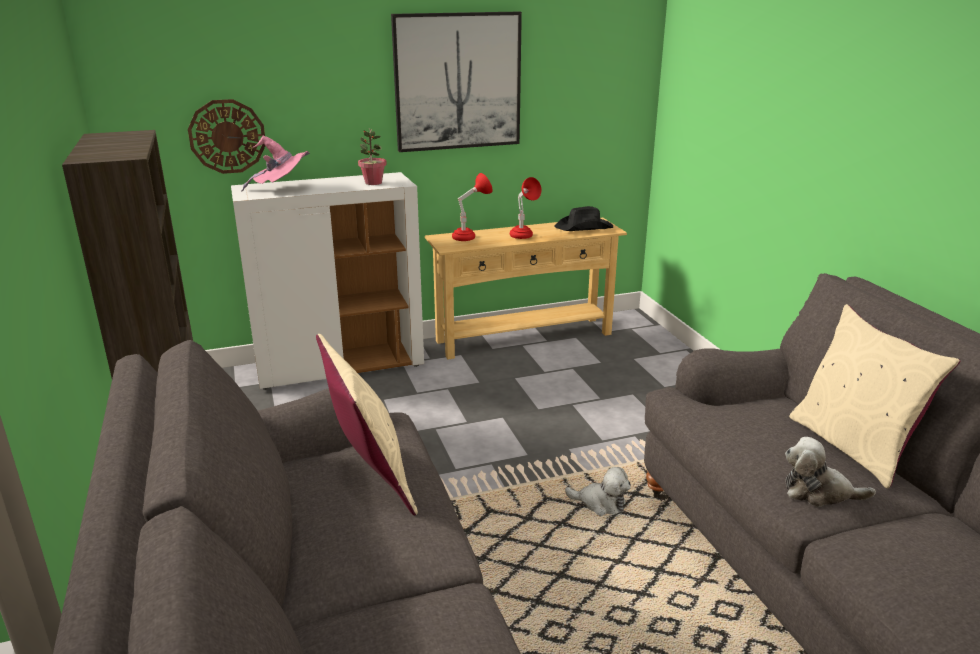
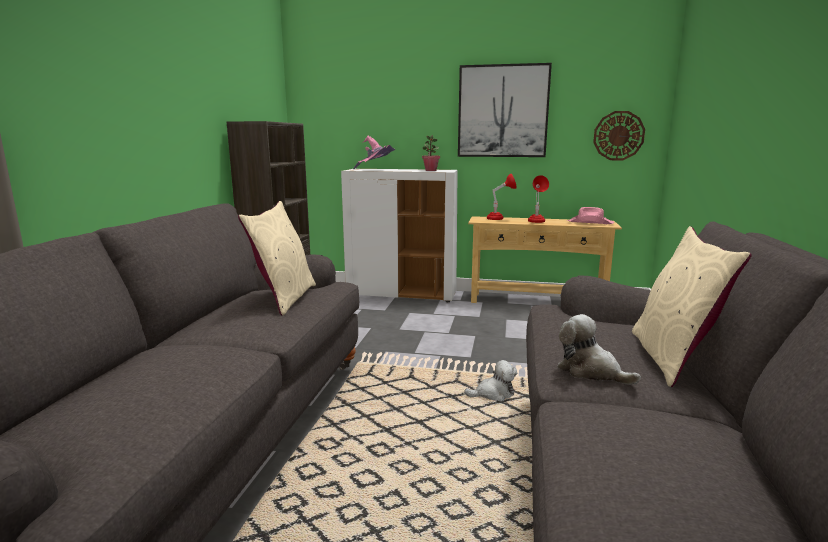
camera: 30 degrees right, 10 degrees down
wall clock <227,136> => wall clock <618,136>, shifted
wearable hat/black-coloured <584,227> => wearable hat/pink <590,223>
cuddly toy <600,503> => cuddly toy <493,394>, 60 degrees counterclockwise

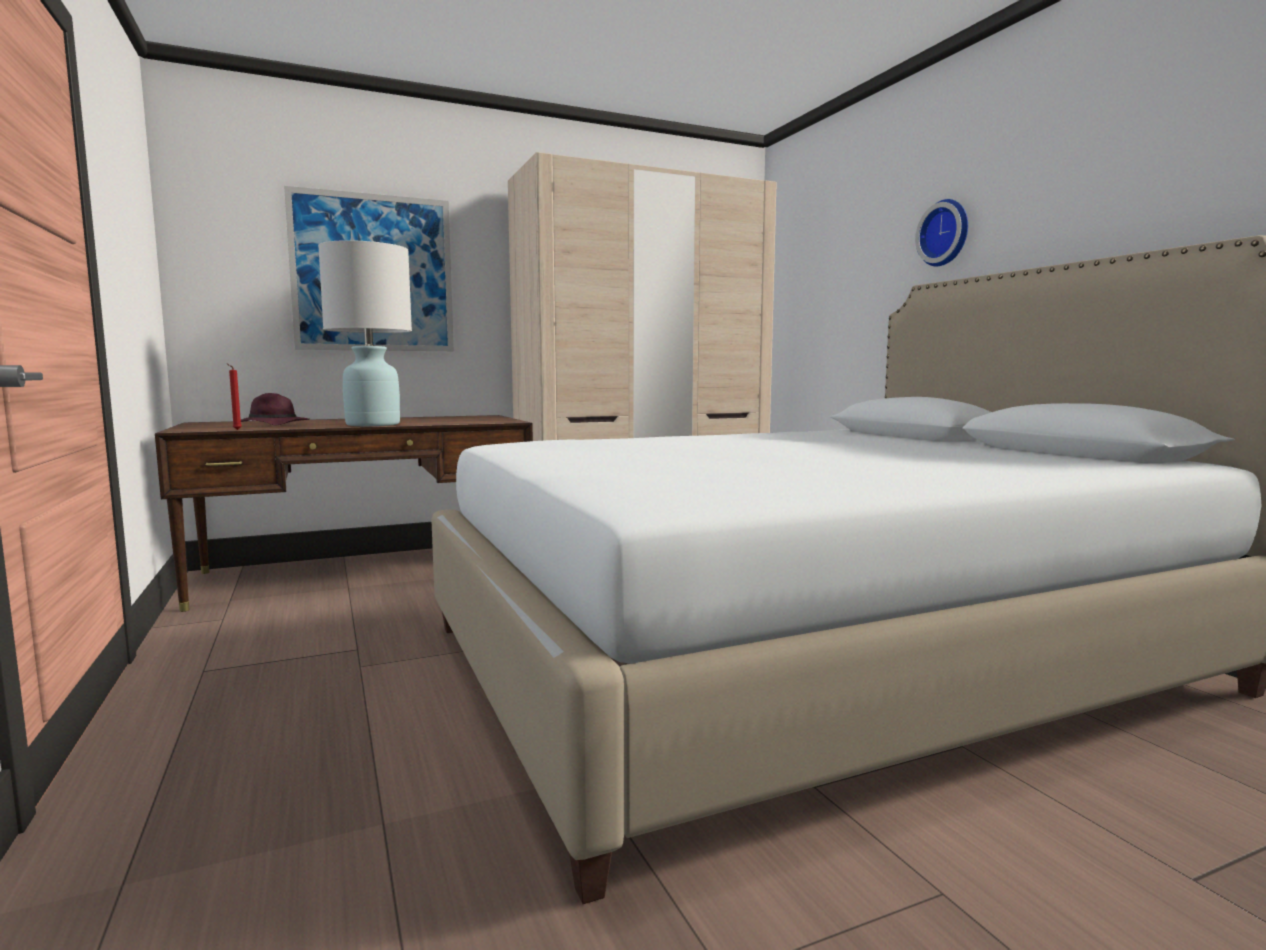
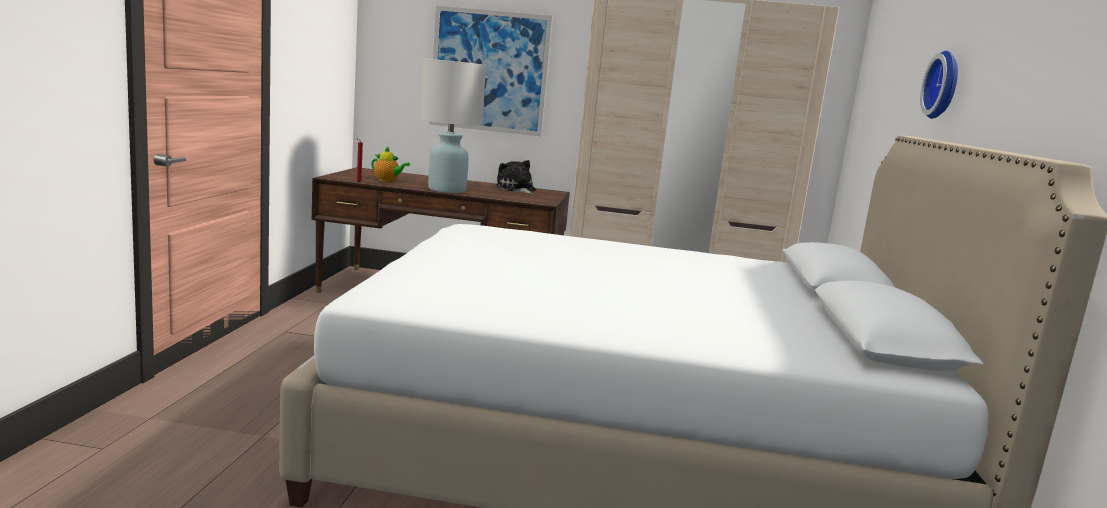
camera: 30 degrees right, 5 degrees up
wearable hat/purple <272,426> => teapot <387,181>
nothing => cuddly toy <516,189>

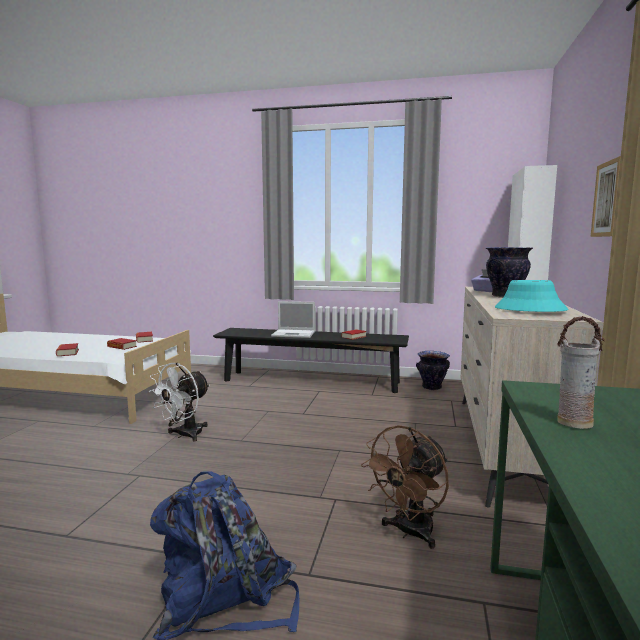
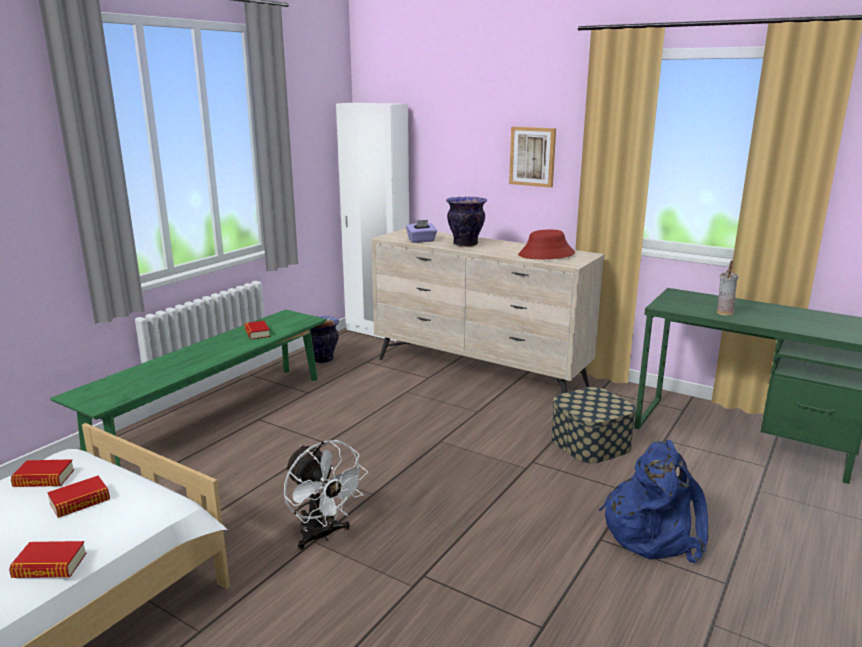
camera: 70 degrees left, 10 degrees up
bench/black-coloured <311,382> => bench/green <215,417>
portable computer <294,334> => nothing
electric fan/brown-coloured <409,533> => storage bin <590,443>
wearable hat/turquoise <529,310> => wearable hat/red-coloured <546,254>

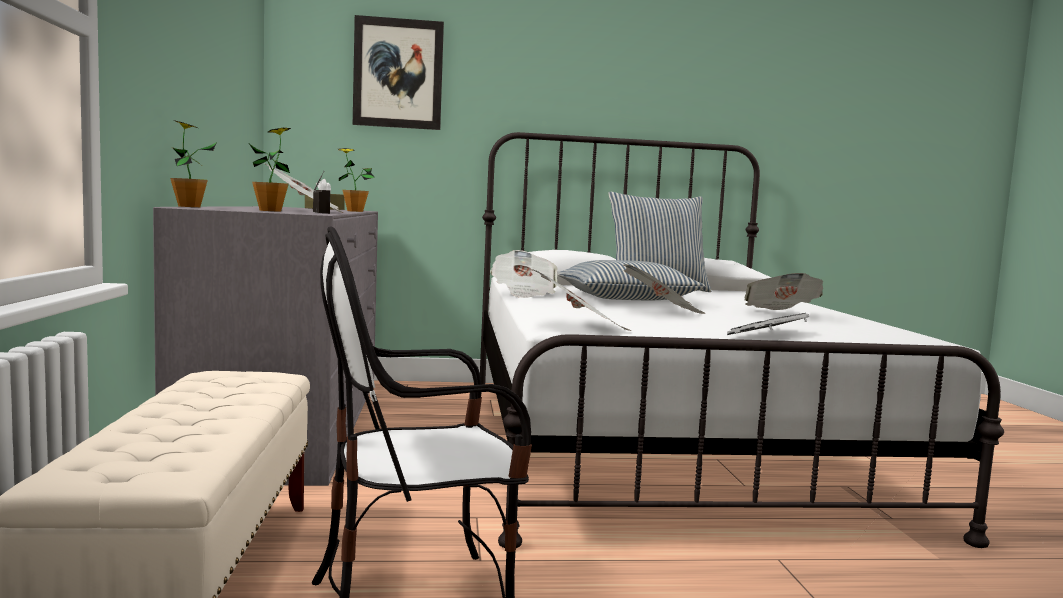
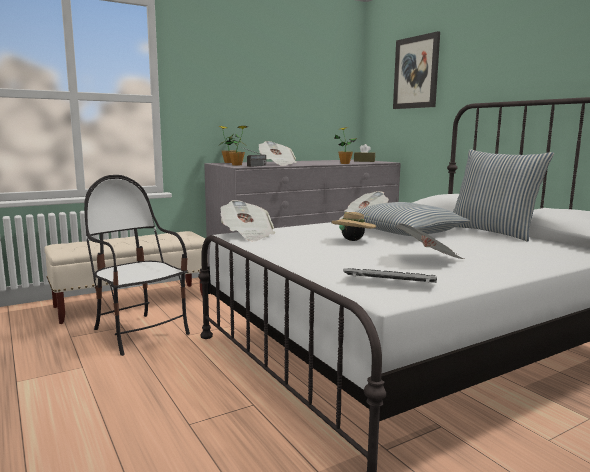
camera: 65 degrees right, 5 degrees up
printed paper <662,312> => wearable hat/beige <353,240>
computer keyboard <769,333> => computer keyboard <389,283>, shifted

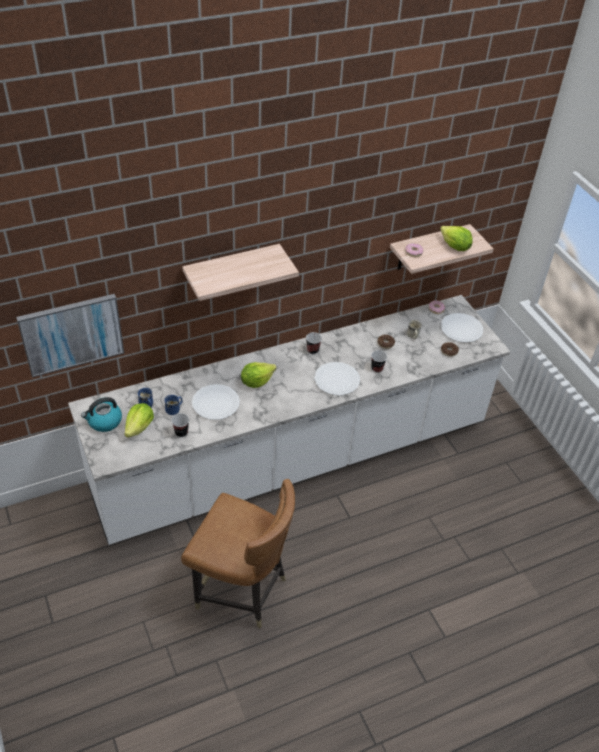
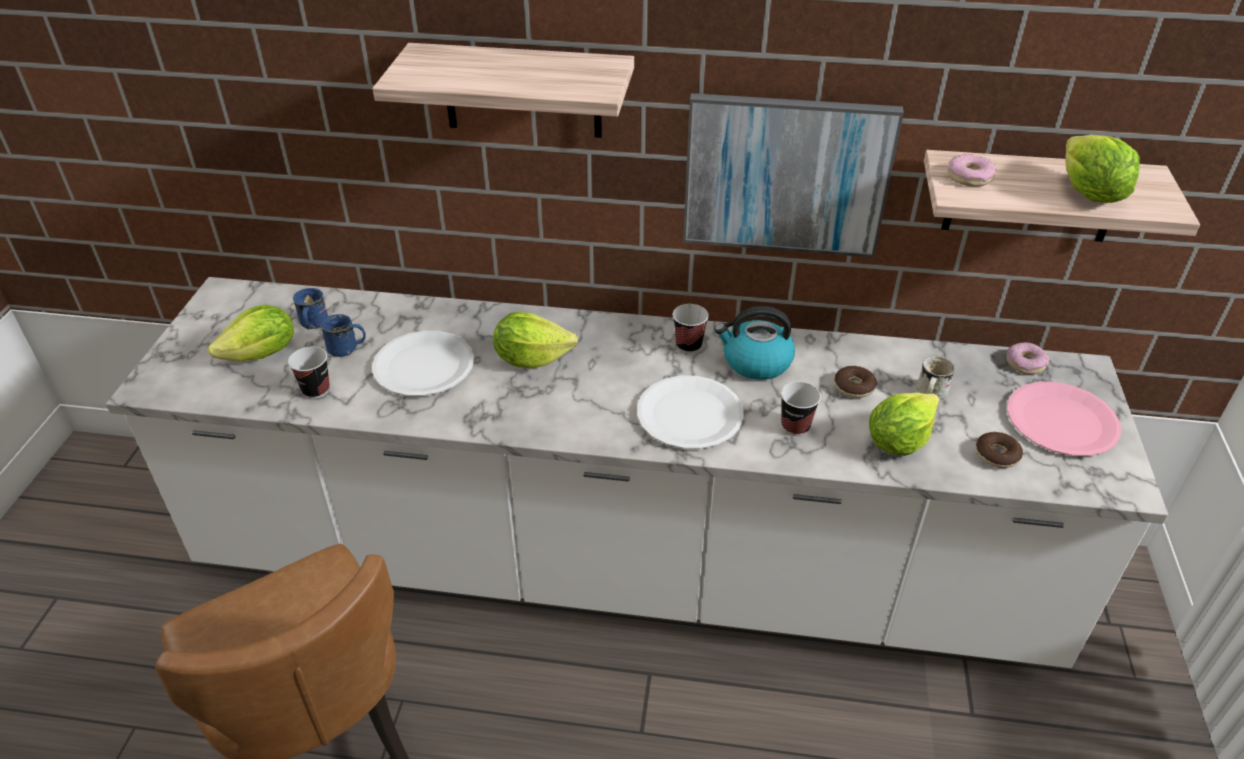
camera: 35 degrees right, 5 degrees down
wall art <72,334> => wall art <786,175>, shifted
kettle <104,422> => kettle <755,362>, shifted
dinner plate/whitish <461,329> => dinner plate/pink <1061,421>
nothing => head of lettuce <898,441>

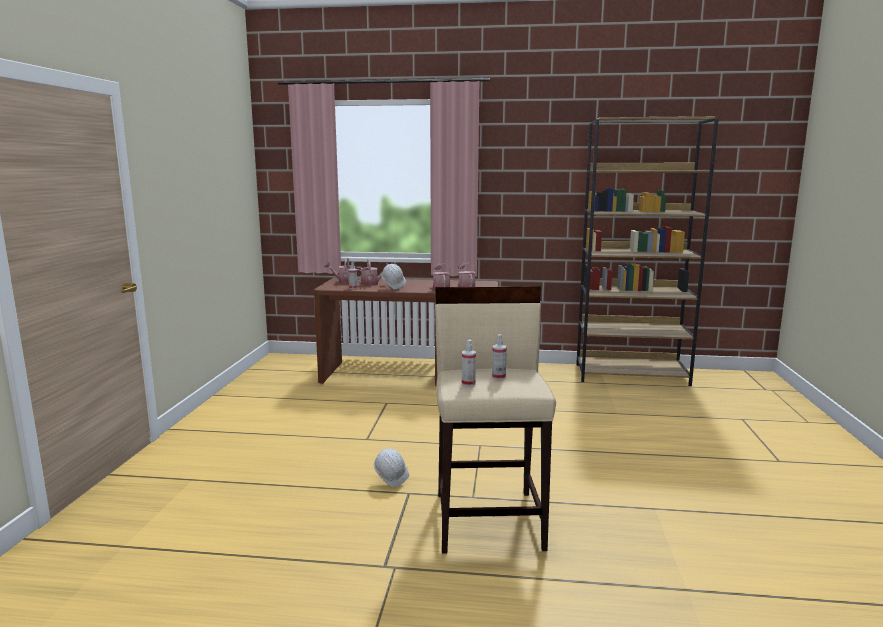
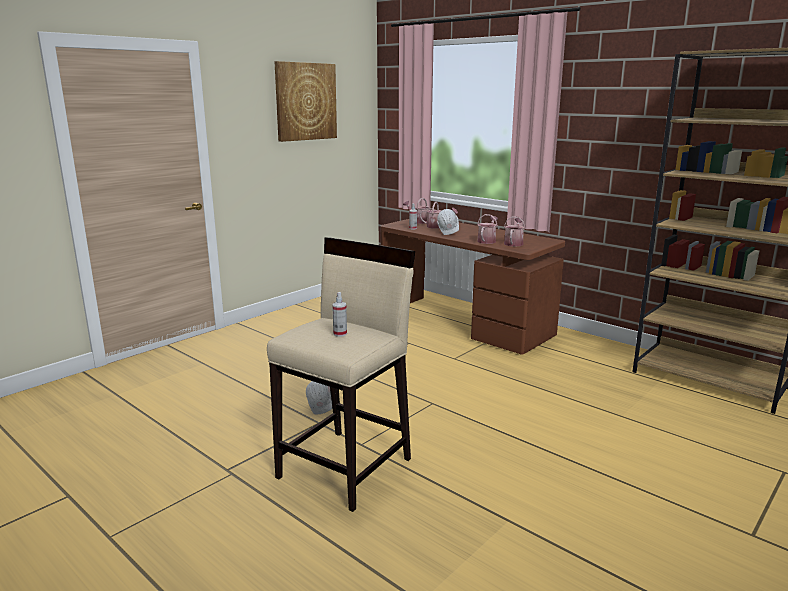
camera: 35 degrees right, 5 degrees up
hand sprayer <468,383> => nothing
nothing => wall art <305,101>

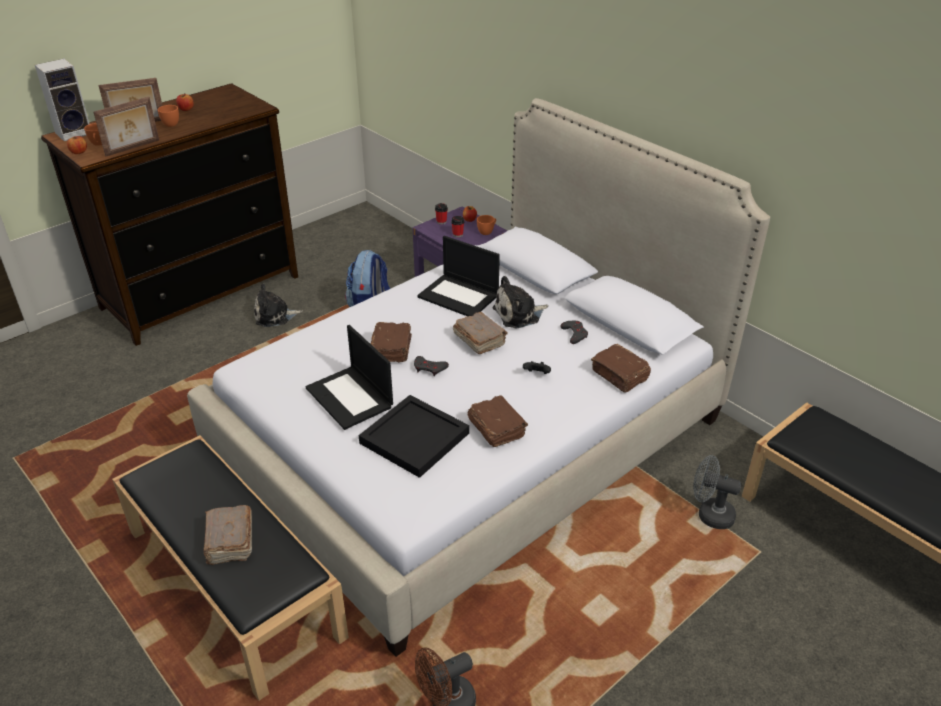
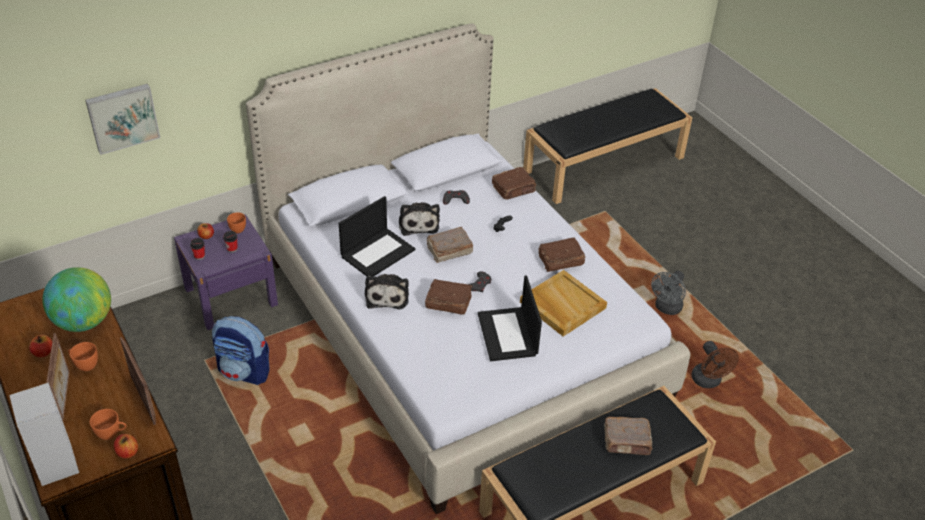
camera: 80 degrees left, 5 degrees up
cuddly toy <275,316> => cuddly toy <387,295>, shifted
portable computer <350,397> => portable computer <508,335>, 105 degrees clockwise
serving tray/black-coloured <414,437> => serving tray/beige <562,305>
electric fan/grey <709,514> => electric fan/grey <666,308>, shifted
nothing => world globe <84,321>
nothing => wall art <122,117>

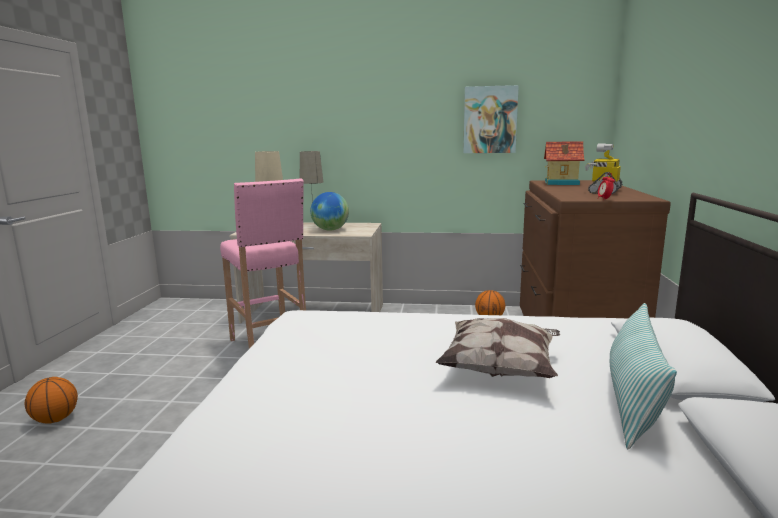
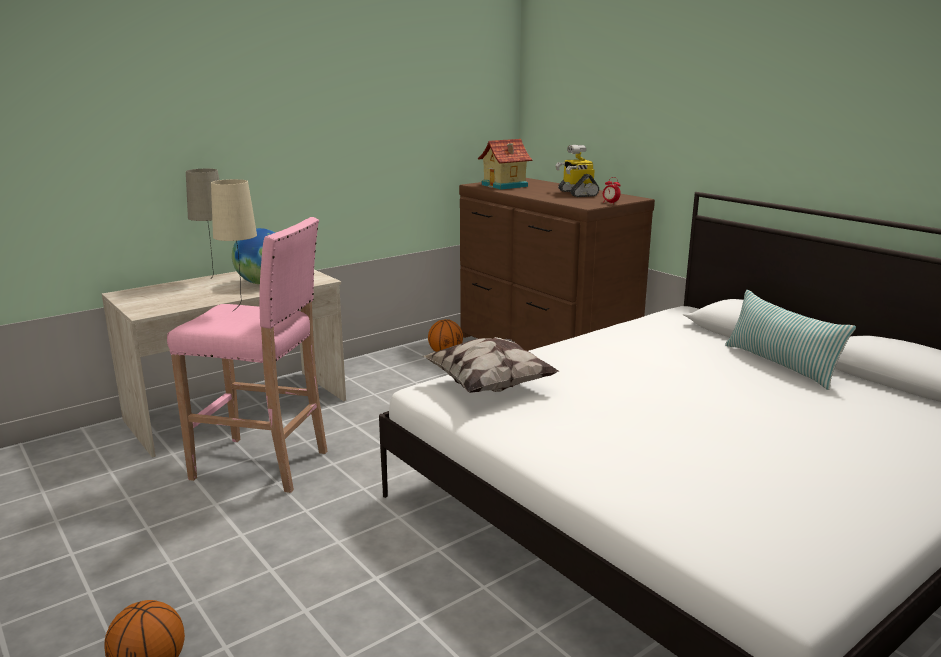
camera: 45 degrees left, 5 degrees up
pillow <500,369> => pillow <490,385>, shifted
wall art <490,120> => nothing

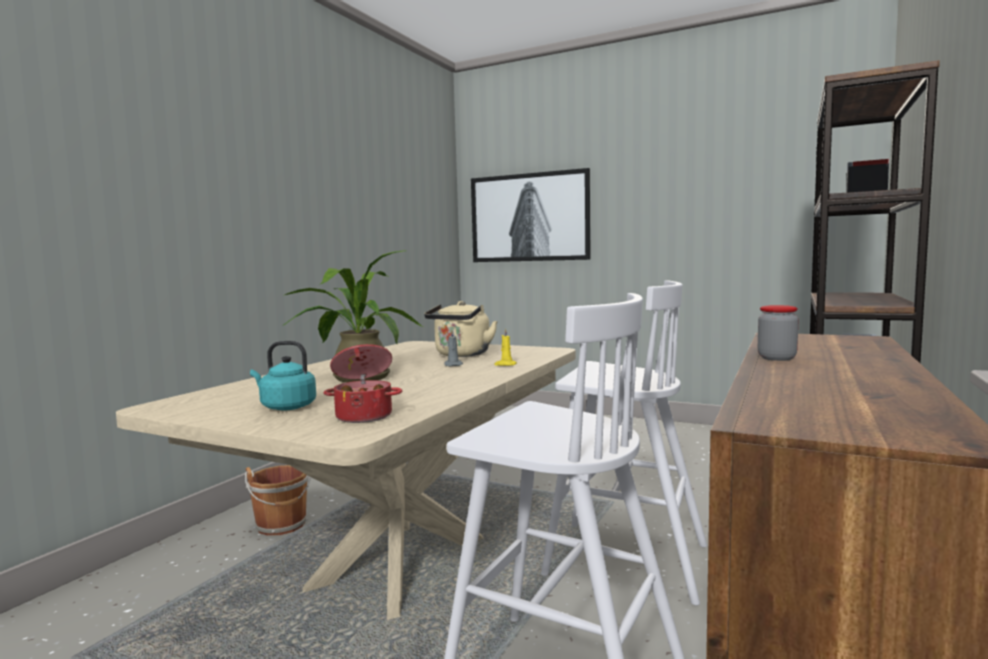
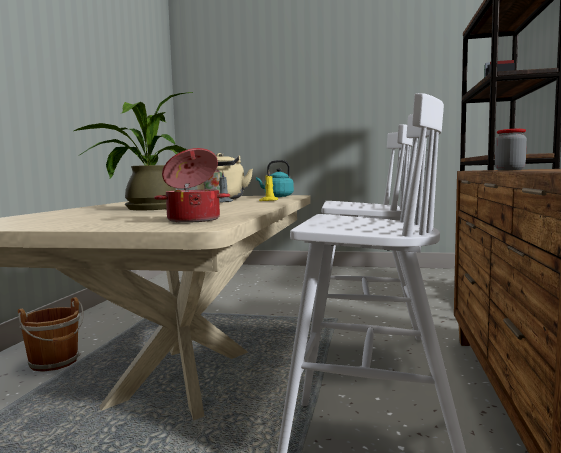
camera: 15 degrees left, 0 degrees up
kettle/turquoise <286,407> => kettle/turquoise <277,196>, shifted
wall art <529,217> => nothing

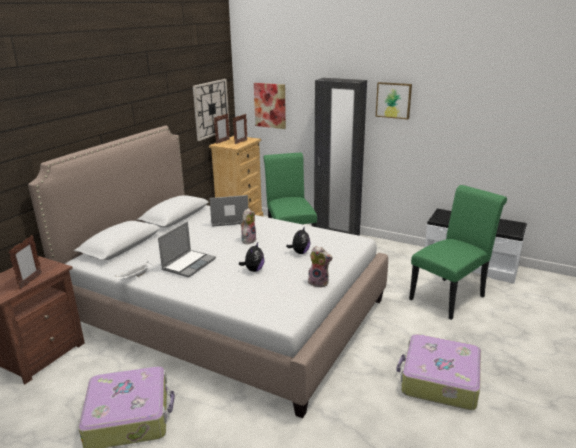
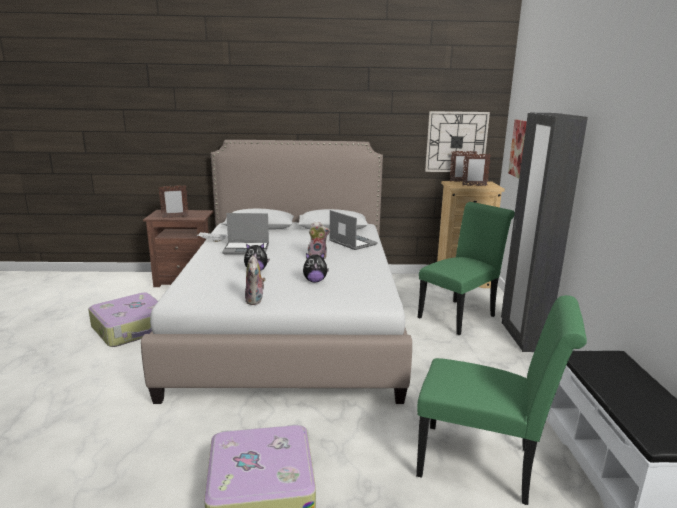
camera: 60 degrees right, 5 degrees down
wall art <393,100> => nothing

